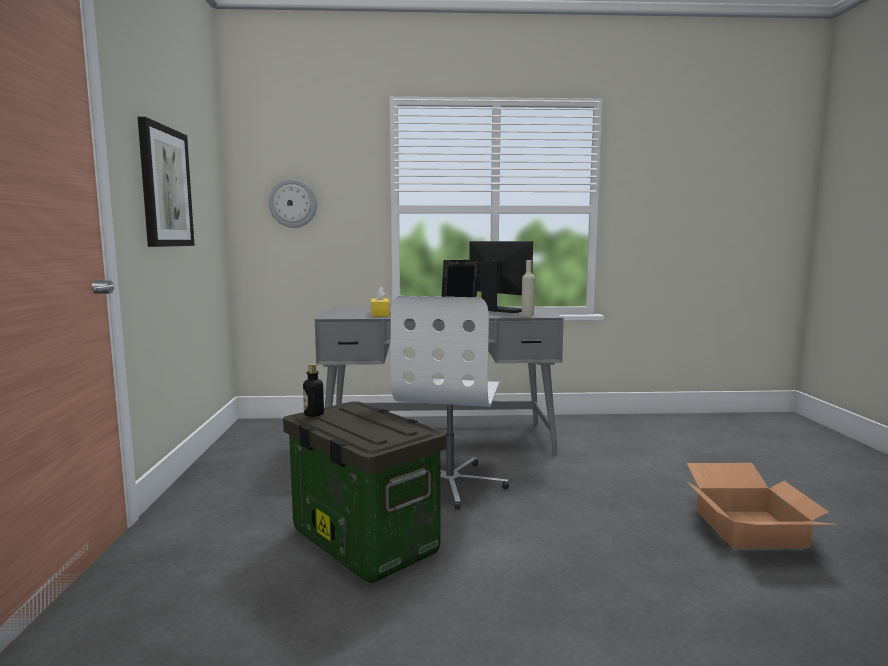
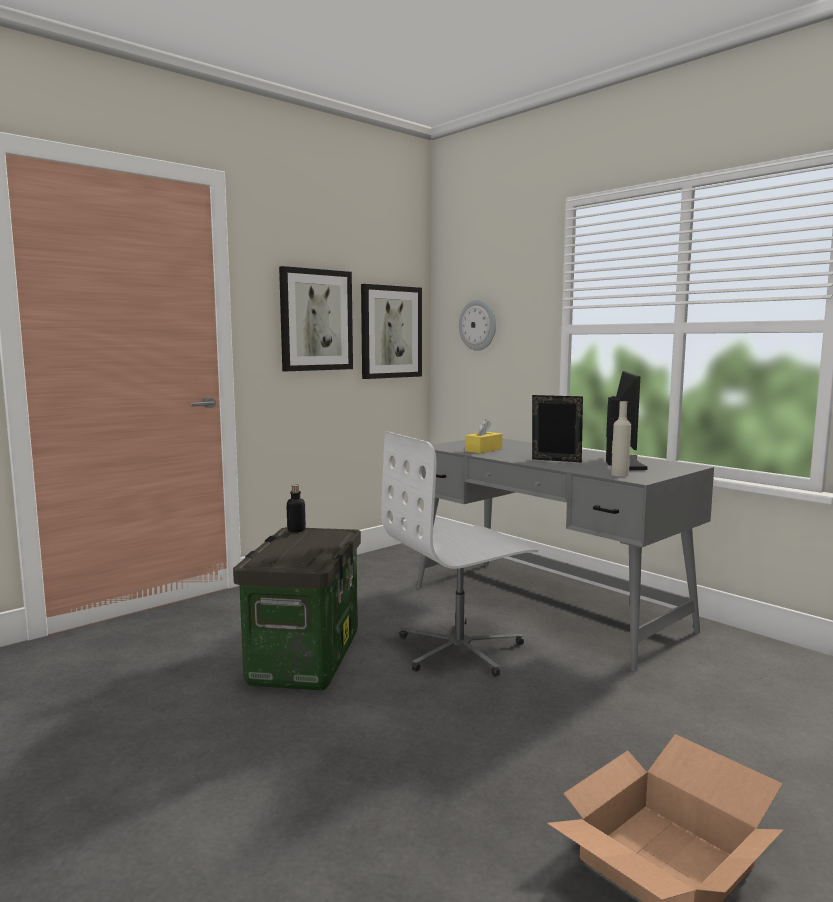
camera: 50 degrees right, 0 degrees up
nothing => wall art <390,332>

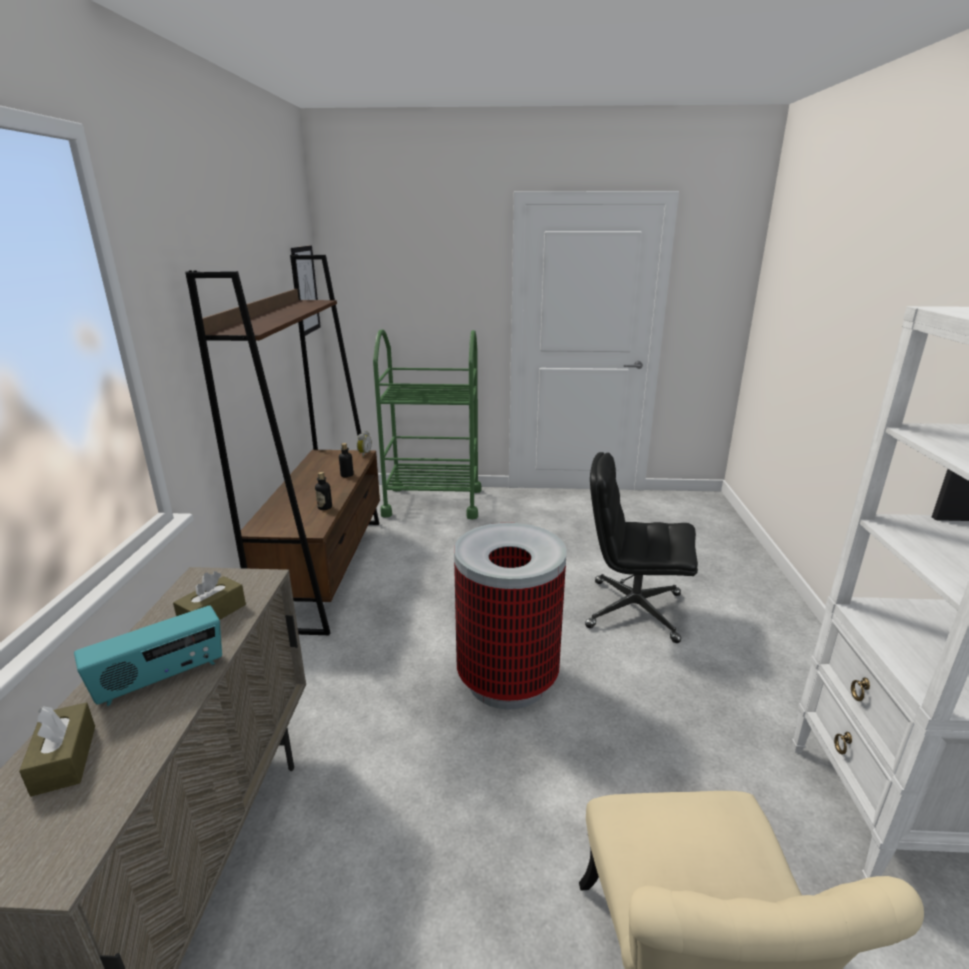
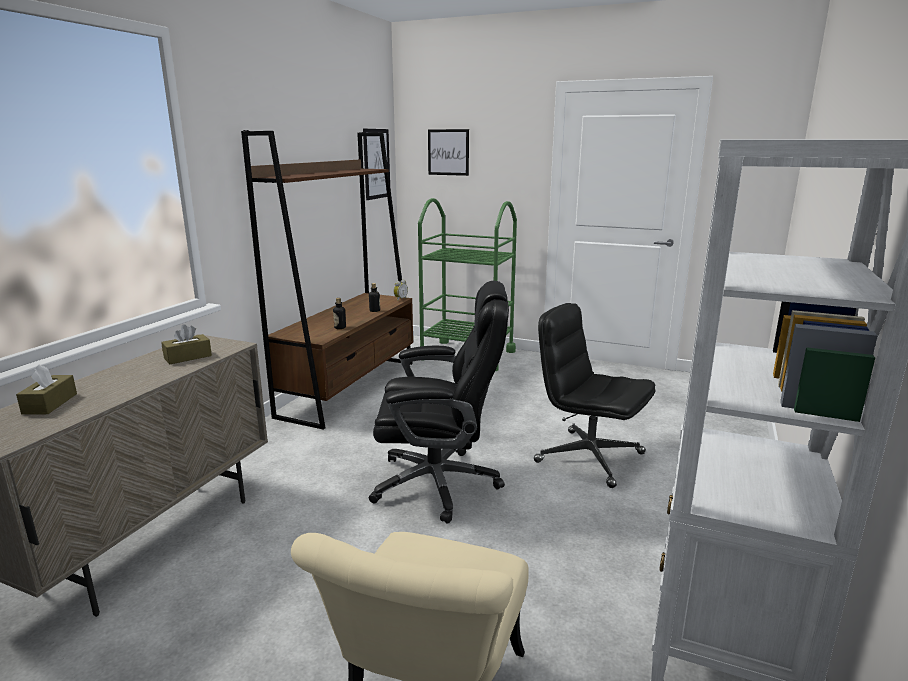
camera: 20 degrees right, 5 degrees down
radio receiver <161,679> => nothing
rubbish bin <508,680> => office chair/black-coloured <439,483>
nothing => wall art <448,152>

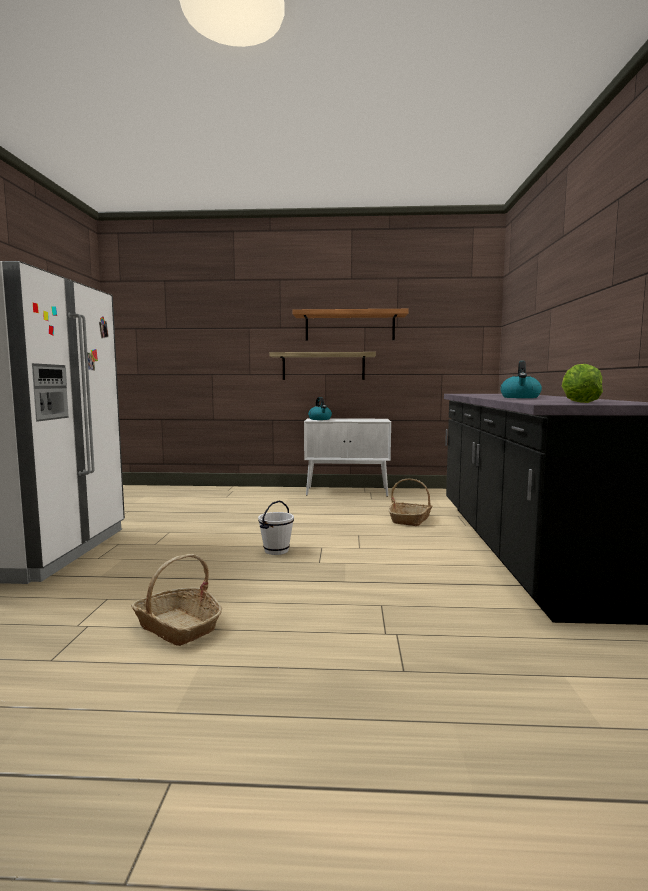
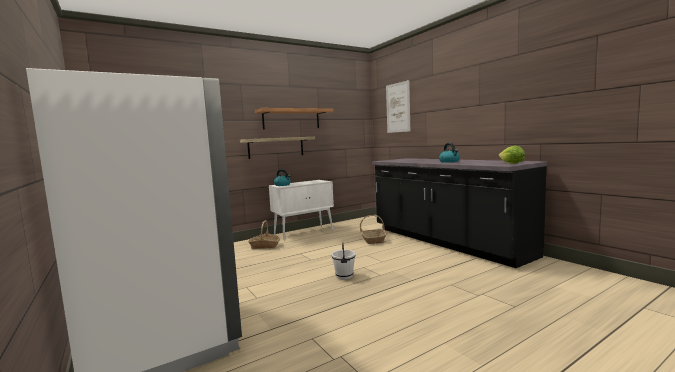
camera: 35 degrees left, 0 degrees up
household basket <178,627> => household basket <265,246>, shifted
nothing => wall art <398,107>

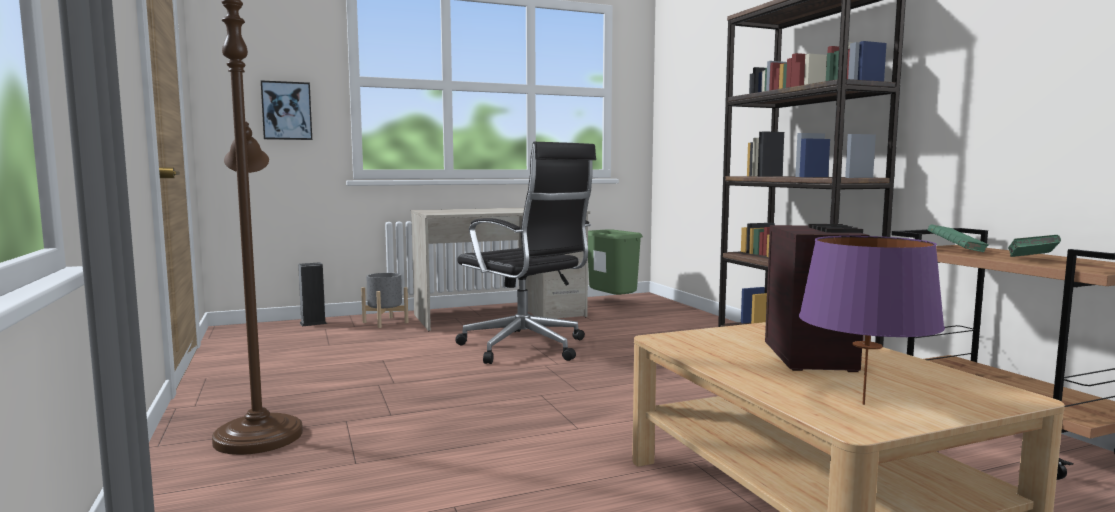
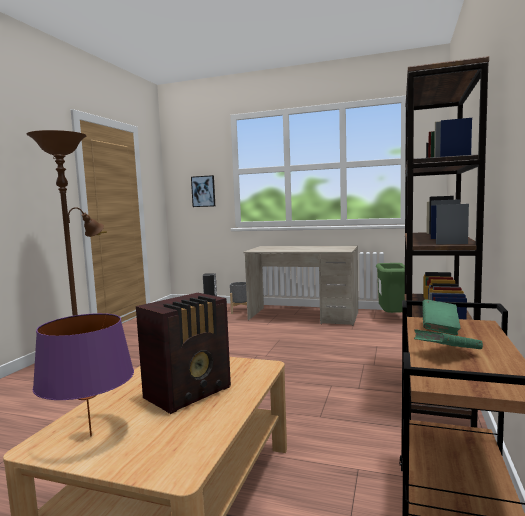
camera: 40 degrees right, 0 degrees up
office chair/black-coloured <526,348> => nothing

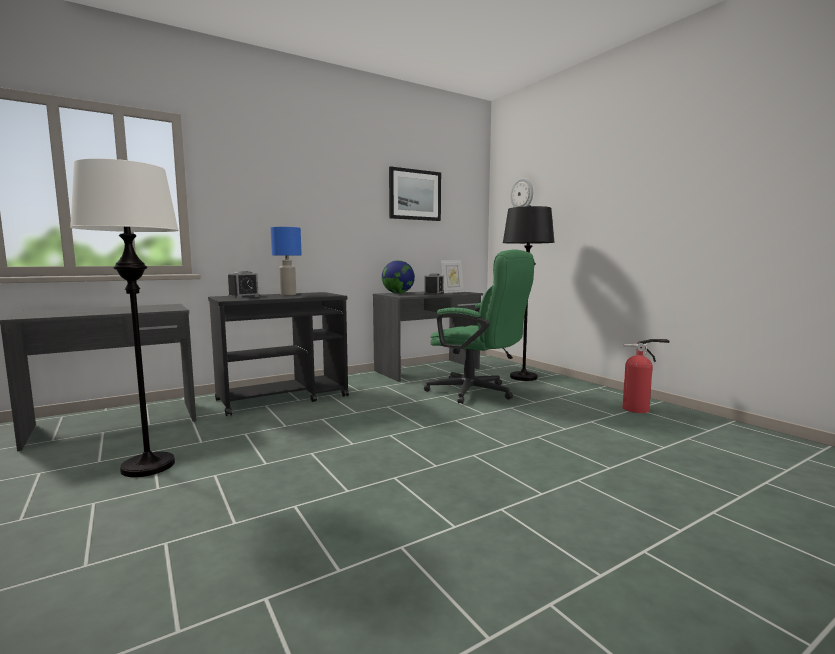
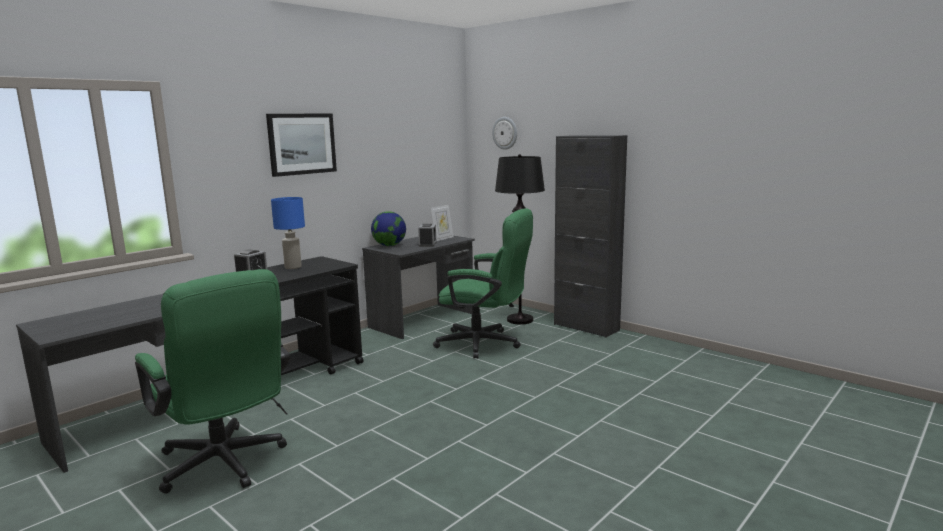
camera: 15 degrees left, 5 degrees up
standing lamp/whitish <147,466> => office chair/green <225,466>
wall art <415,195> => wall art <302,144>, shifted
extinguisher <638,409> => nothing
nothing => storage cabinet/black-coloured <586,327>

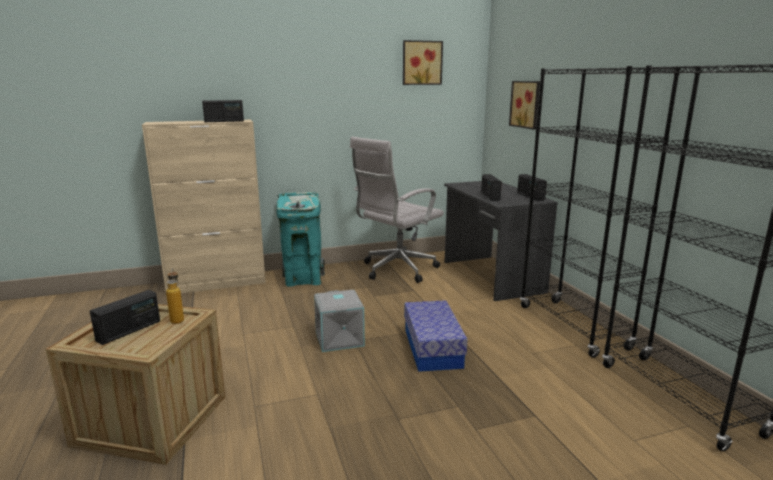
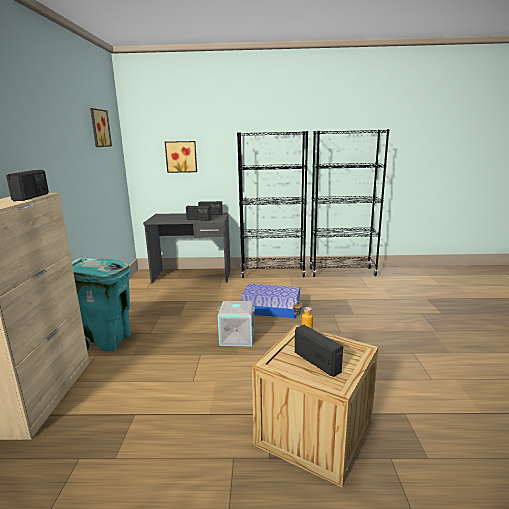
camera: 70 degrees left, 0 degrees up
office chair/whitish <396,270> => nothing

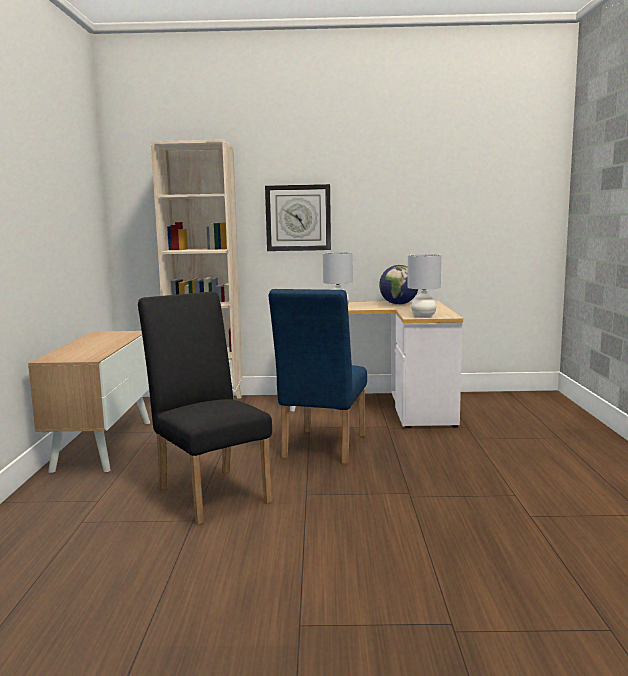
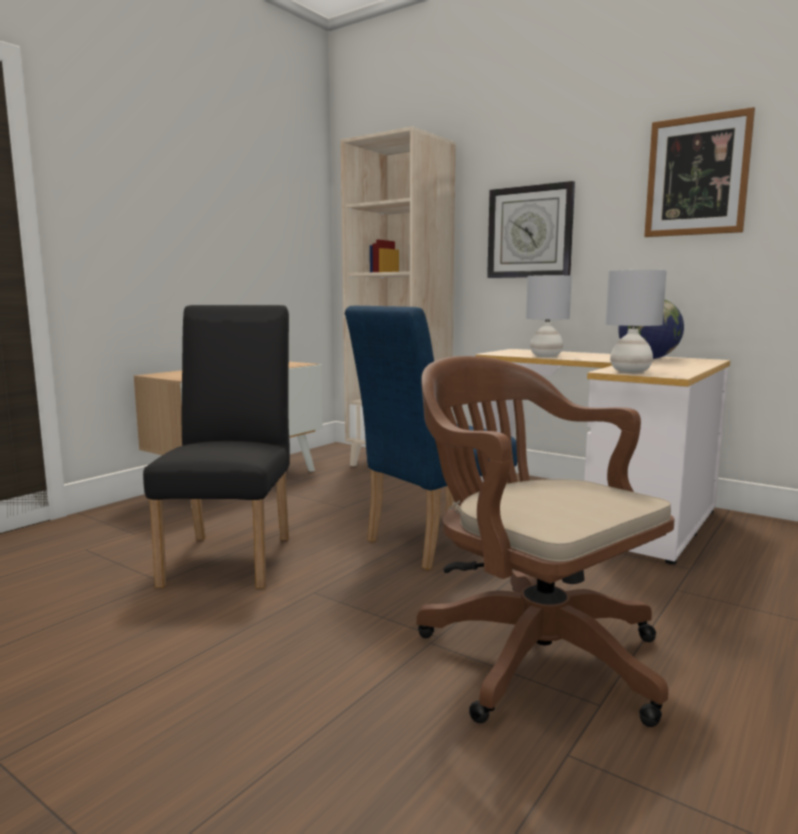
camera: 35 degrees right, 0 degrees up
nothing => office chair/brown-coloured <530,652>
nothing => wall art <697,176>

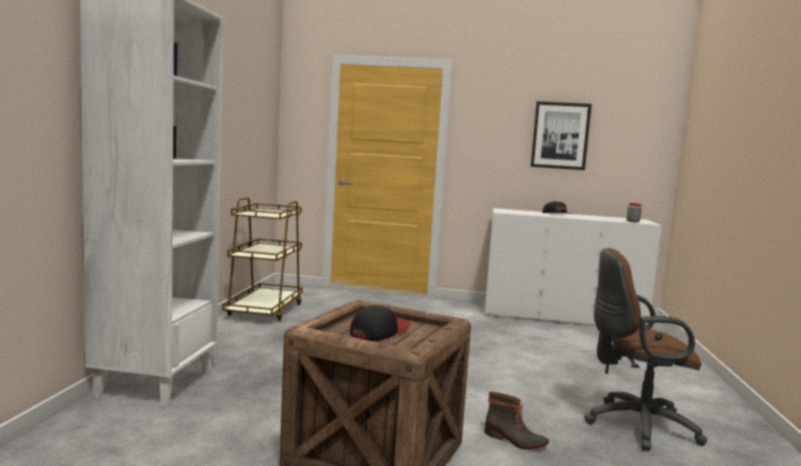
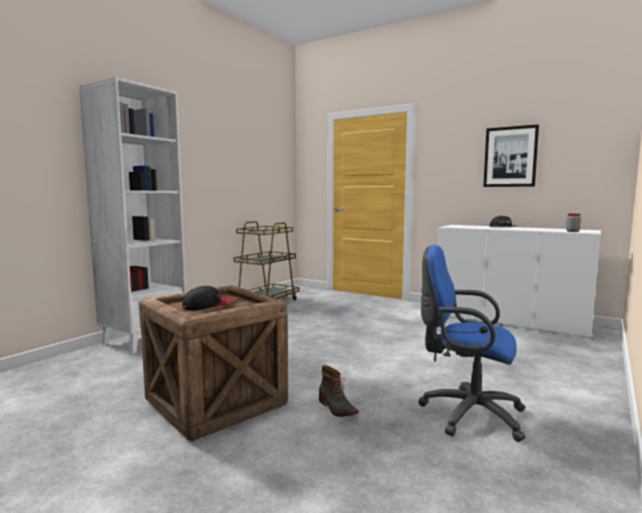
camera: 25 degrees right, 0 degrees up
office chair/brown-coloured <634,425> => office chair/blue-coloured <466,414>

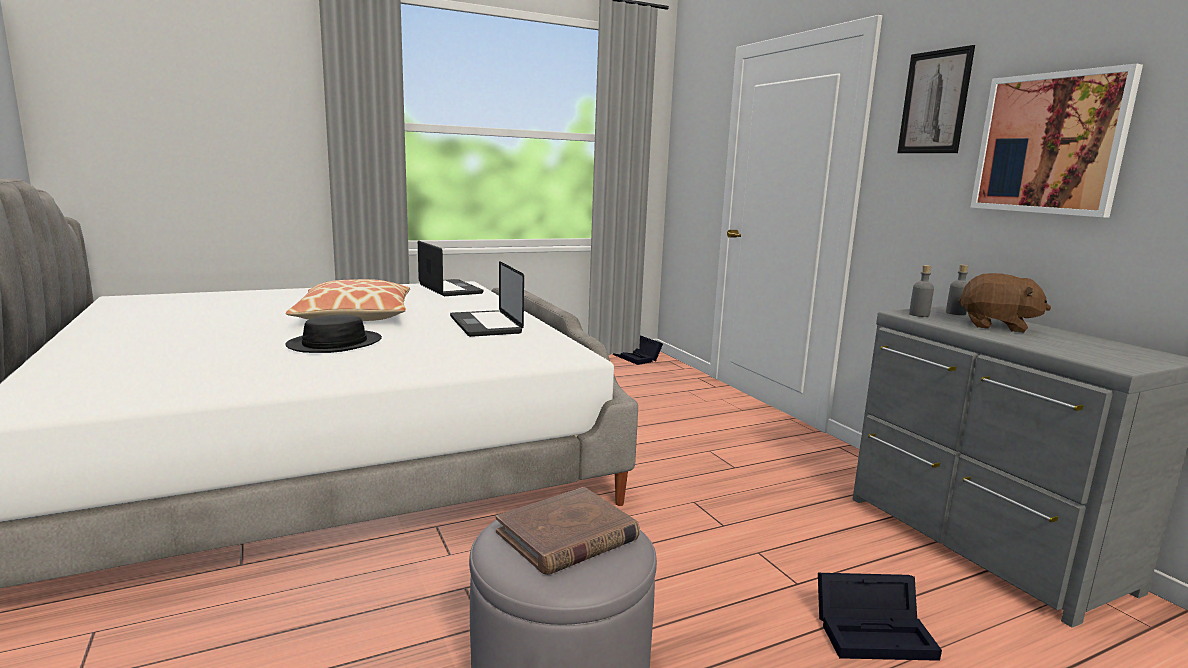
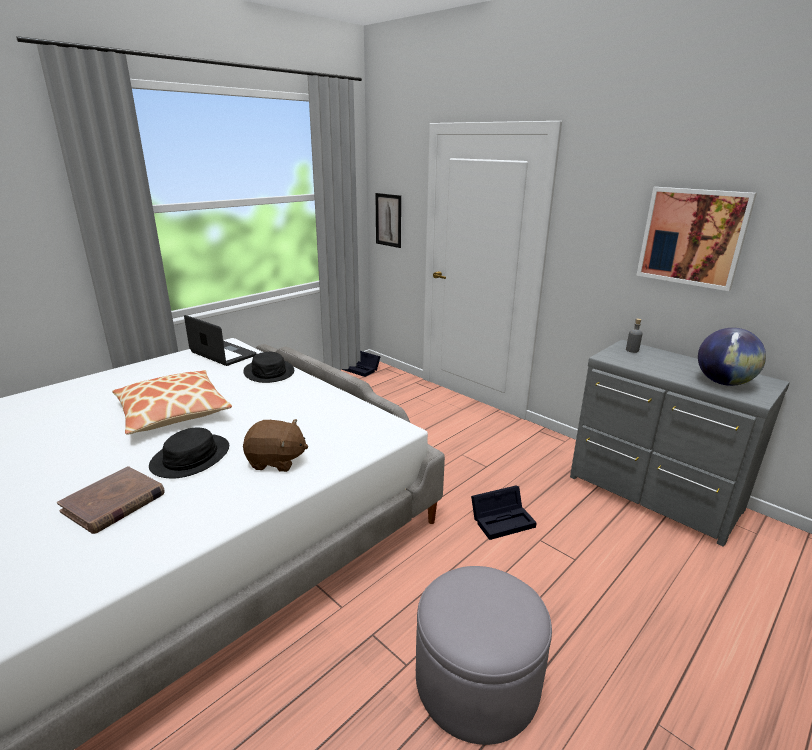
camera: 20 degrees left, 10 degrees up
portable computer <485,325> => nothing
volume/brown-coloured <567,536> => volume/brown-coloured <114,503>, shifted
storage bin/black-coloured <876,632> => storage bin/black-coloured <503,520>, shifted
wall art <934,102> => wall art <388,220>, shifted
drink bottle/grey <919,315> => nothing
cuddly toy/brown-coloured <997,326> => cuddly toy/brown-coloured <276,461>, shifted
nothing => wearable hat/black-coloured <269,372>
nothing => world globe <723,382>

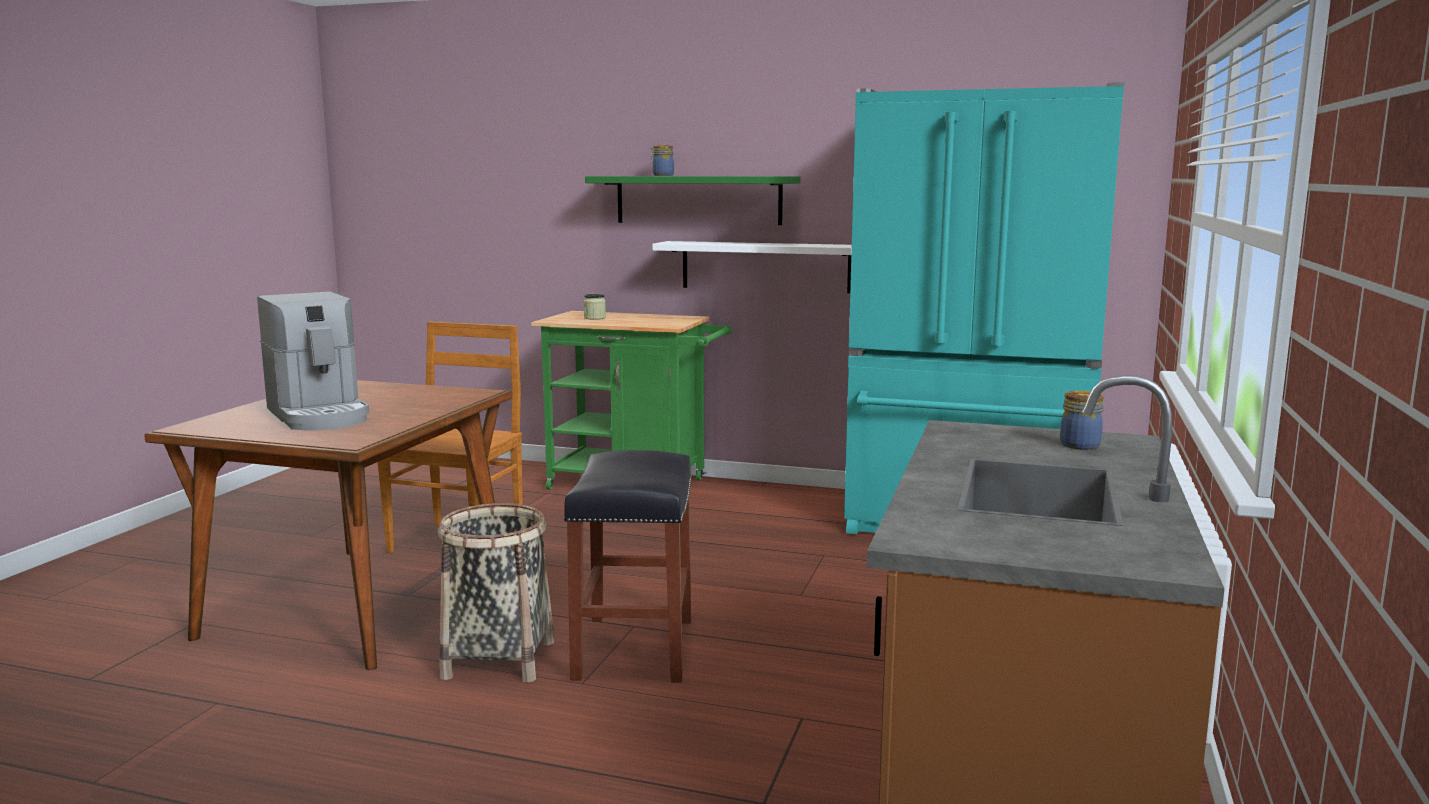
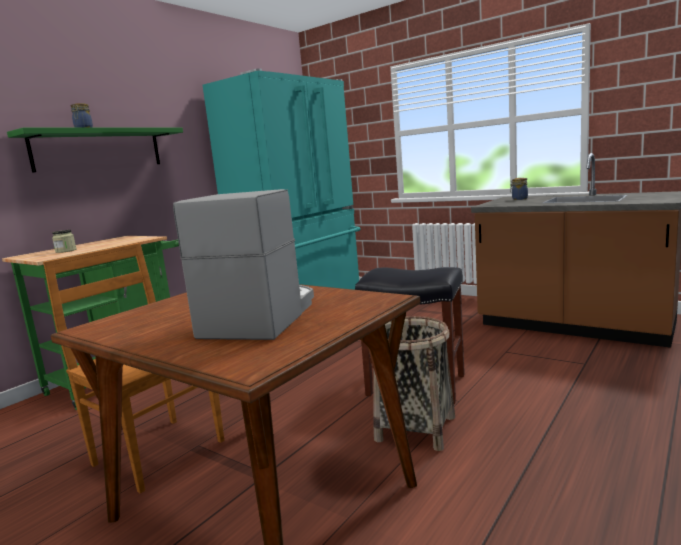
camera: 70 degrees left, 0 degrees up
coffee brewer <319,415> => coffee brewer <261,317>, 60 degrees counterclockwise
shelf/whitish <765,266> => nothing

